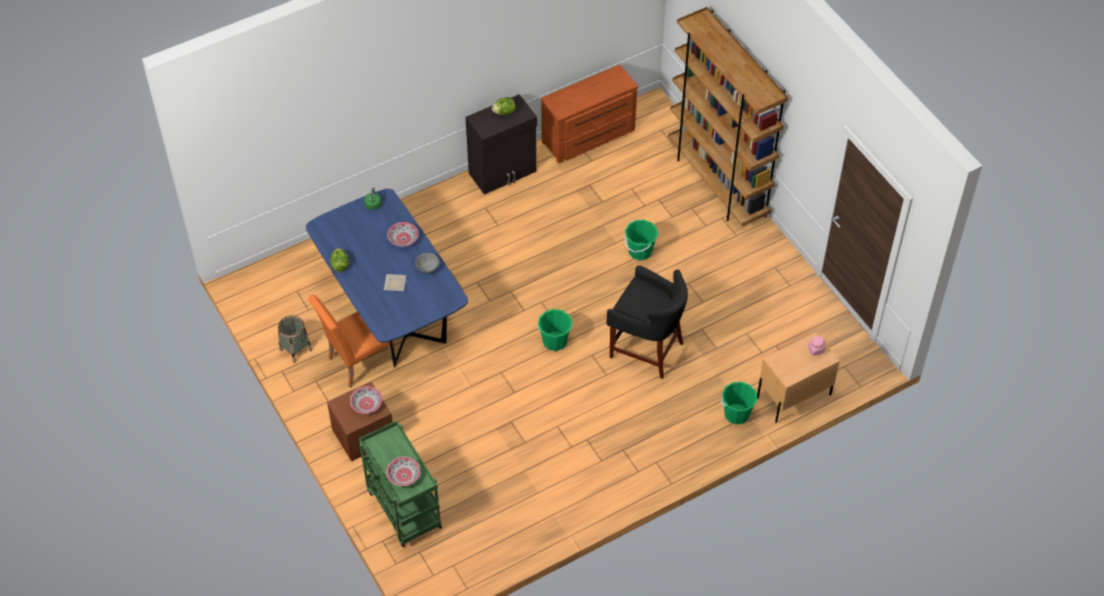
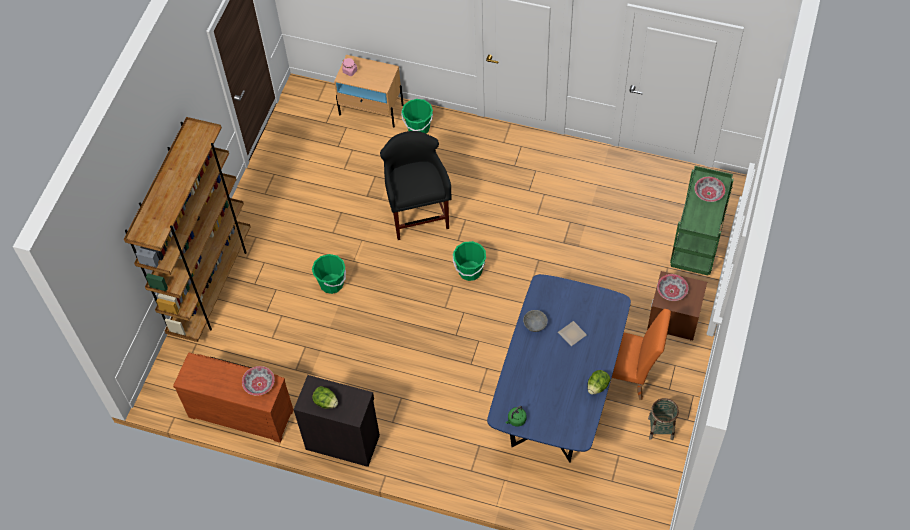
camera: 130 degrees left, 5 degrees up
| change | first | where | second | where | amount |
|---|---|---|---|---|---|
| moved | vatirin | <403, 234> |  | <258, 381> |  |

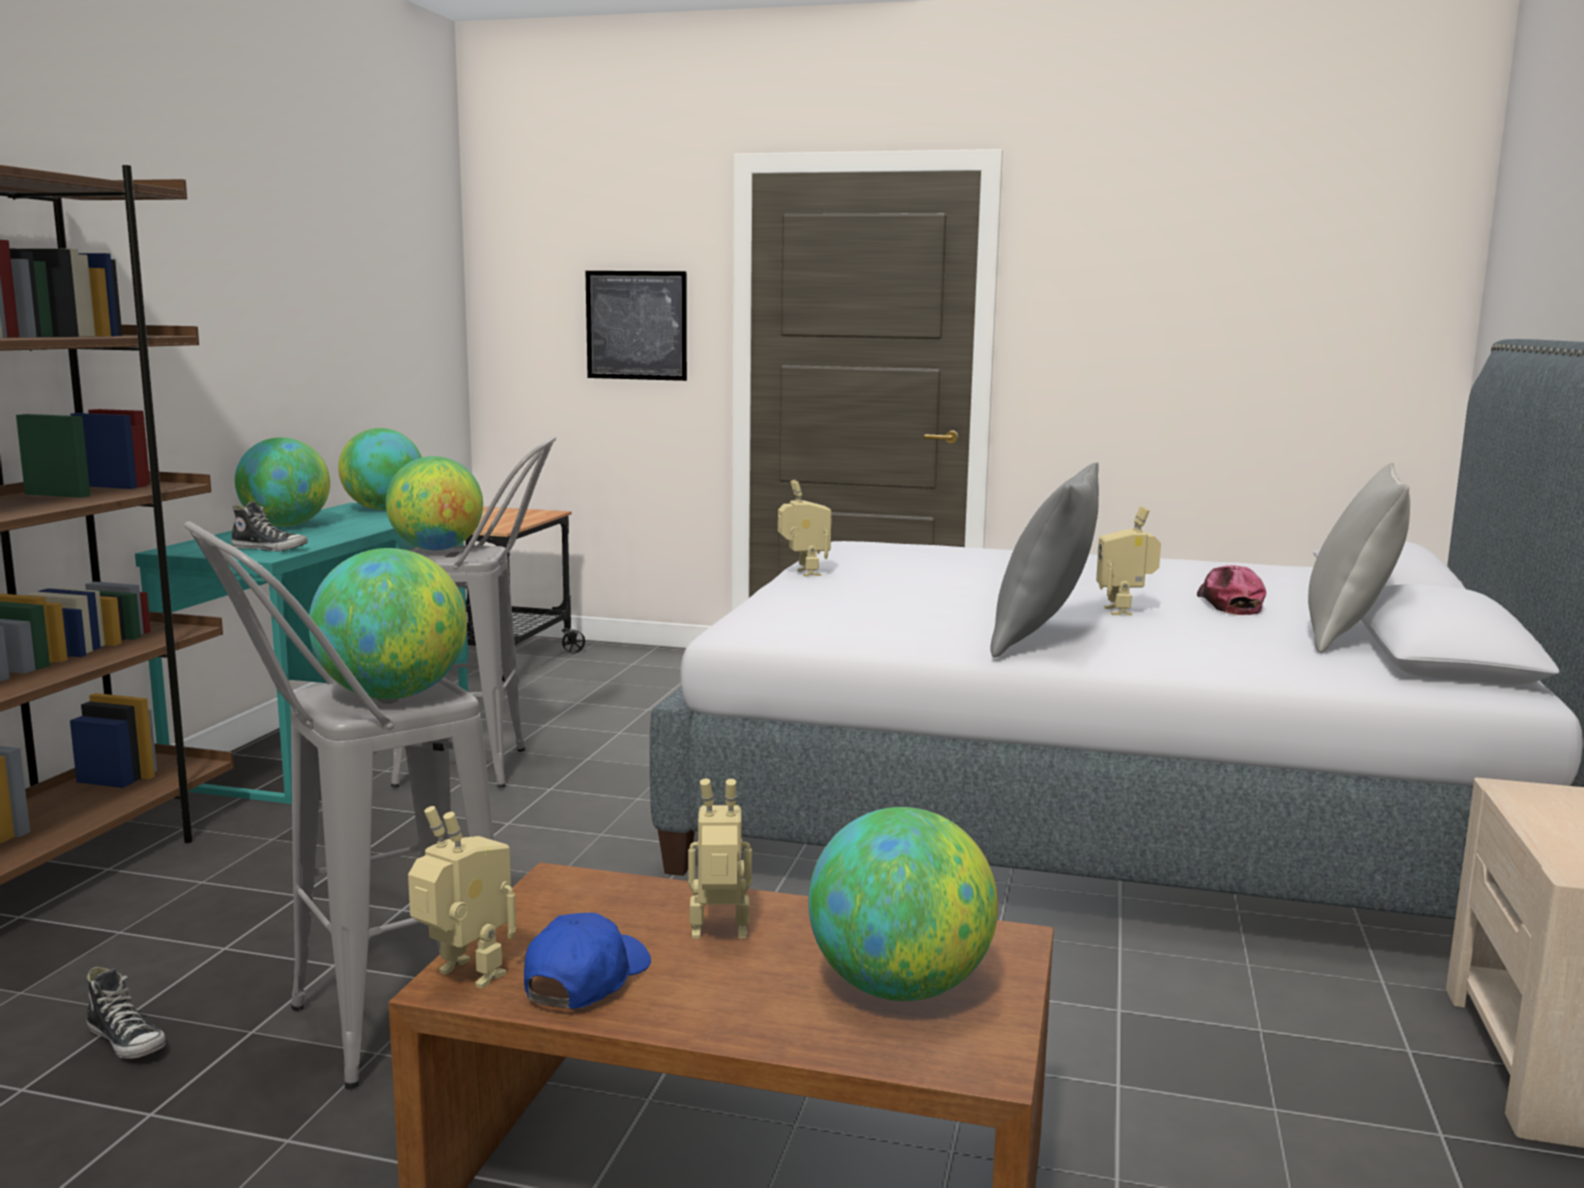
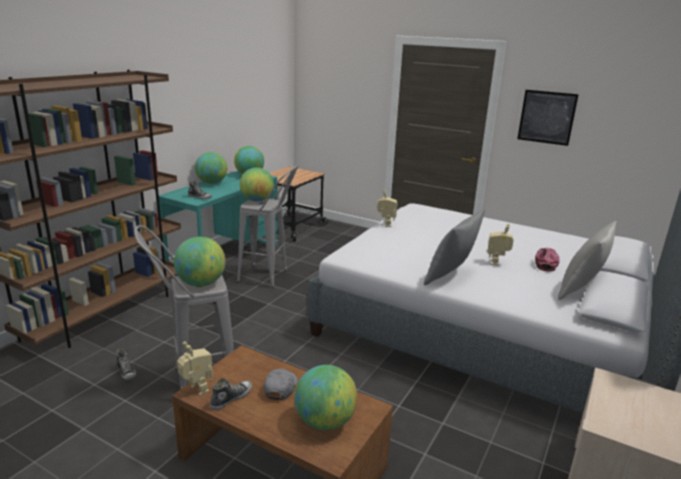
camera: 15 degrees right, 10 degrees up
| change | first | where | second | where | amount |
|---|---|---|---|---|---|
| replaced | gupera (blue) | <587, 961> | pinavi | <231, 394> |  |
| moved | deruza | <636, 326> |  | <548, 118> |  |
| replaced | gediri | <720, 859> | gupera (grey) | <281, 384> |  |

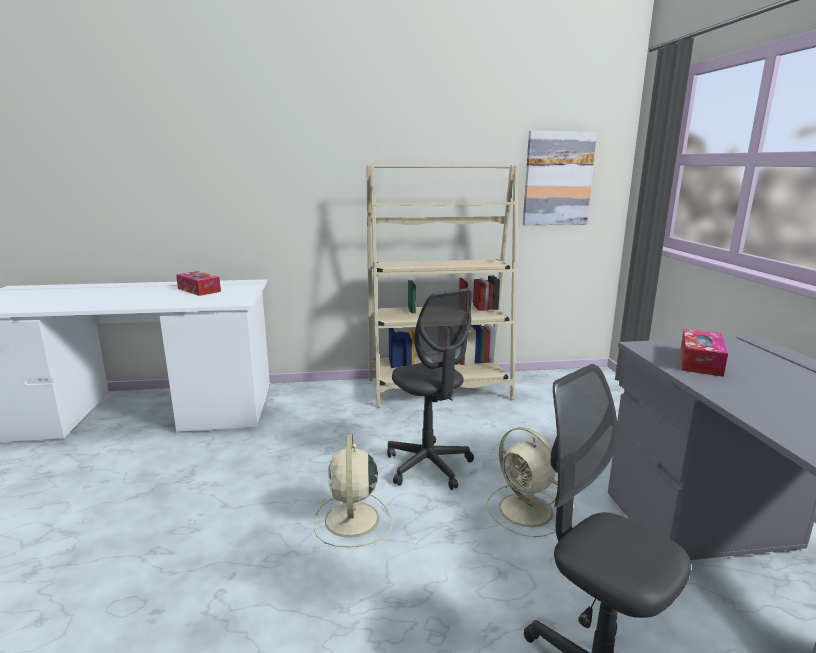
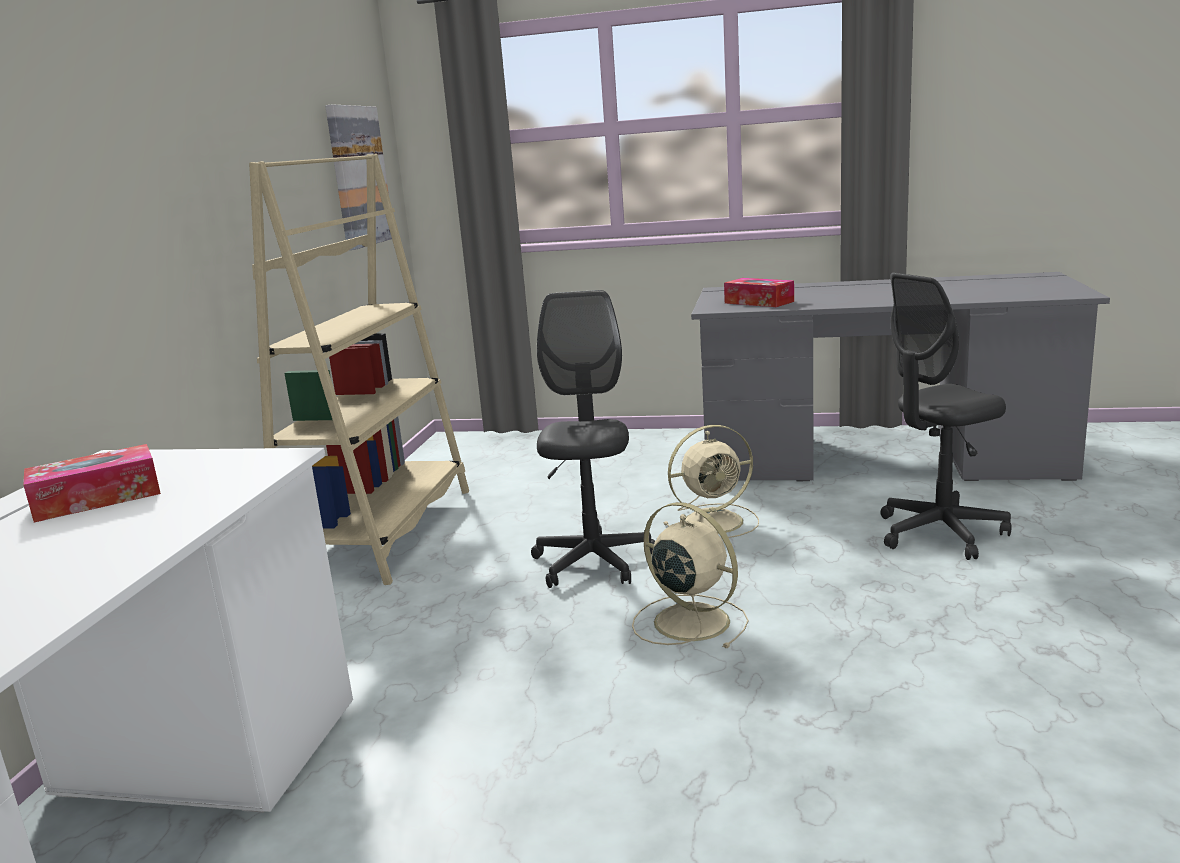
camera: 70 degrees left, 0 degrees up
| change | first | where | second | where | amount |
|---|---|---|---|---|---|
| turned | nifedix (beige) | <352, 490> |  | <690, 575> | 150 degrees counterclockwise |
| turned | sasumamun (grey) | <430, 389> |  | <593, 439> | 75 degrees counterclockwise |

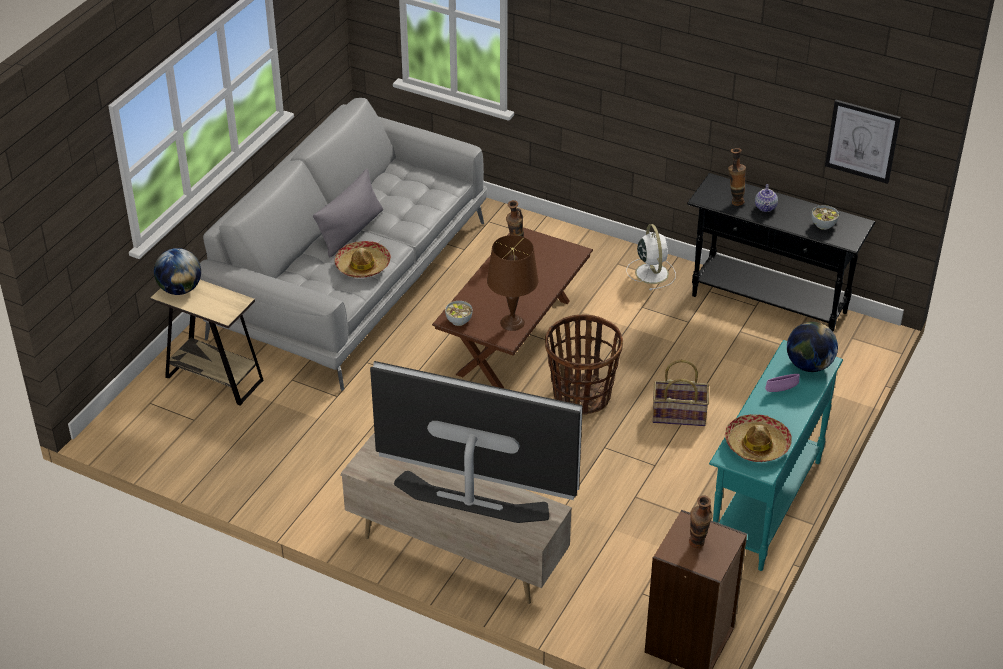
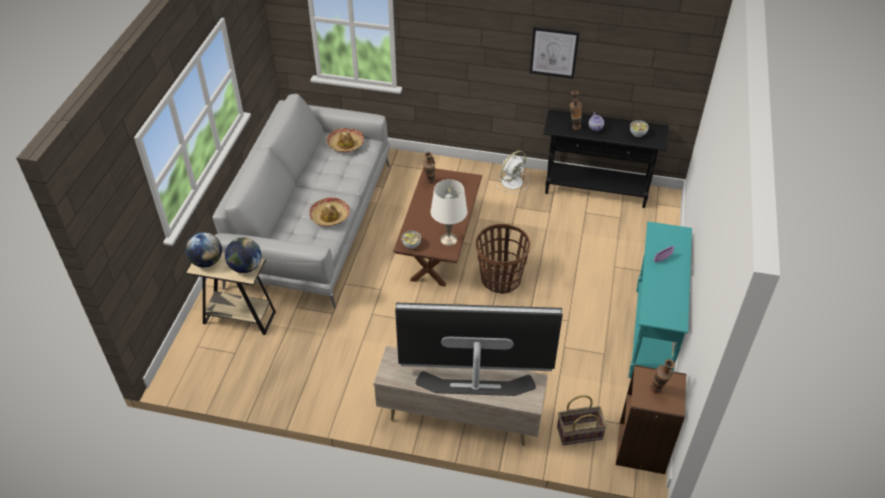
camera: 15 degrees left, 5 degrees up
| change | first | where | second | where | amount |
|---|---|---|---|---|---|
| removed | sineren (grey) | <348, 213> |  |  |  |
| recoloured | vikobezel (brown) | <512, 283> | vikobezel (white) | <449, 212> |  |
| turned | nifedix (white) | <651, 257> |  | <512, 172> | 75 degrees clockwise |
| moved | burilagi | <680, 393> |  | <582, 420> |  |
| moved | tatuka | <758, 438> |  | <345, 140> |  |
| moved | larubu | <812, 347> |  | <243, 255> |  |
| moved | deruza | <863, 142> |  | <555, 53> |  |

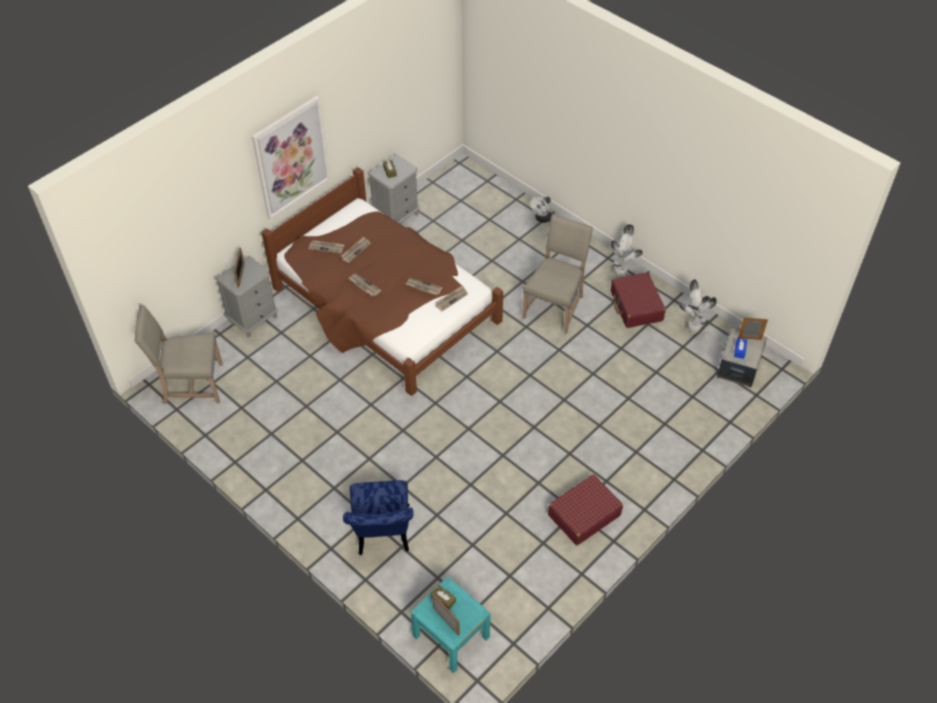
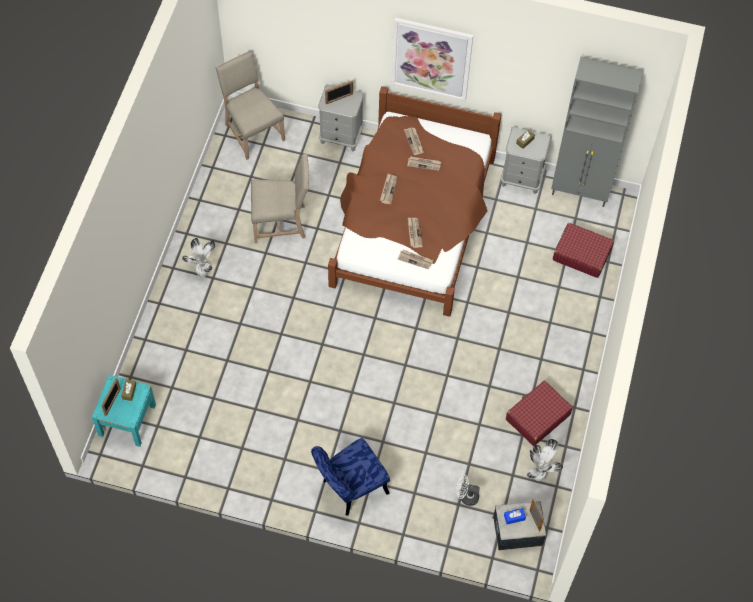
camera: 60 degrees right, 10 degrees up
| change | first | where | second | where | amount |
|---|---|---|---|---|---|
| moved | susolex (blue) | <378, 517> |  | <350, 477> |  |
| moved | susolex (beige) | <557, 274> |  | <280, 198> |  |
| moved | nifedix (white) | <541, 209> |  | <468, 490> |  |
| moved | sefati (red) | <585, 510> |  | <583, 250> |  |
| moved | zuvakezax | <627, 251> |  | <198, 257> |  |
| added |  |  | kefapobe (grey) | <597, 131> |  |

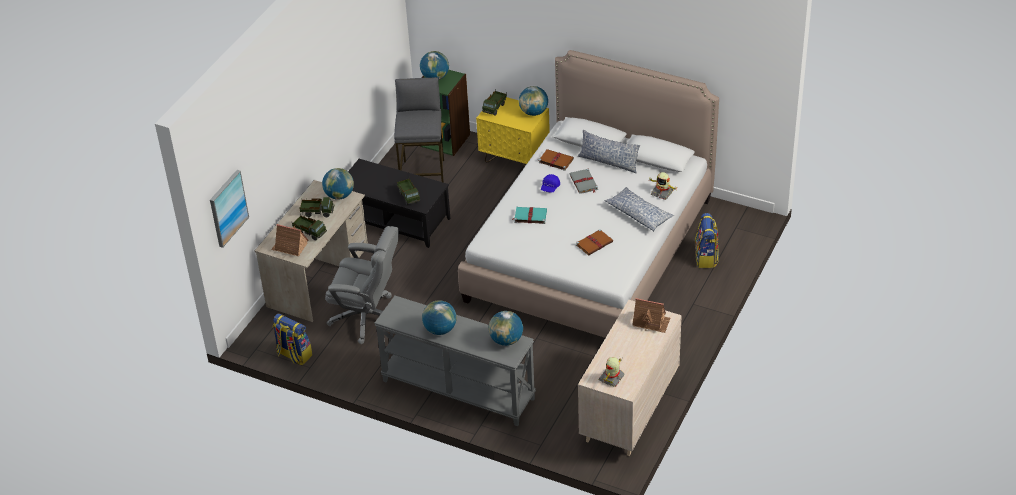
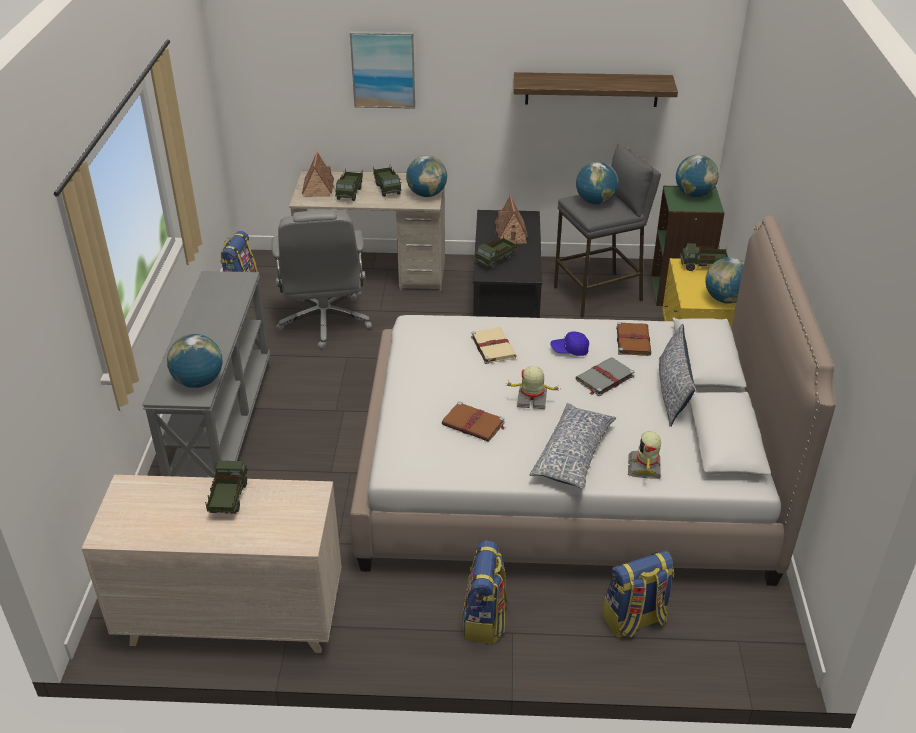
camera: 65 degrees right, 5 degrees down
| change | first | where | second | where | amount |
|---|---|---|---|---|---|
| moved | deruza | <229, 209> |  | <382, 70> |  |
| moved | larubu | <439, 317> |  | <597, 183> |  |
| recoloured | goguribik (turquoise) | <529, 215> | goguribik (beige) | <494, 345> |  |
| moved | gediri | <611, 372> |  | <532, 387> |  |
| moved | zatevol | <651, 315> |  | <511, 219> |  |
| added |  |  | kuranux | <226, 487> |  |
| added |  |  | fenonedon | <485, 592> |  |
| added |  |  | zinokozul | <596, 89> |  |

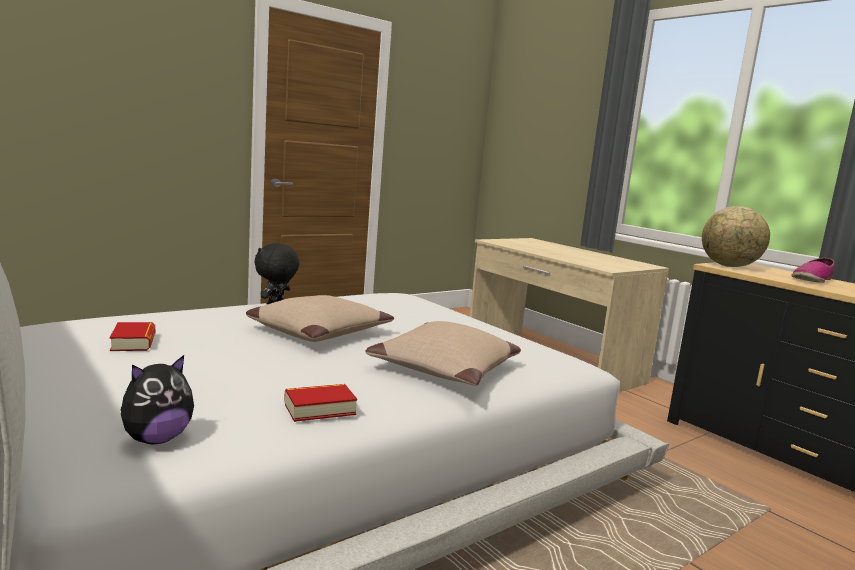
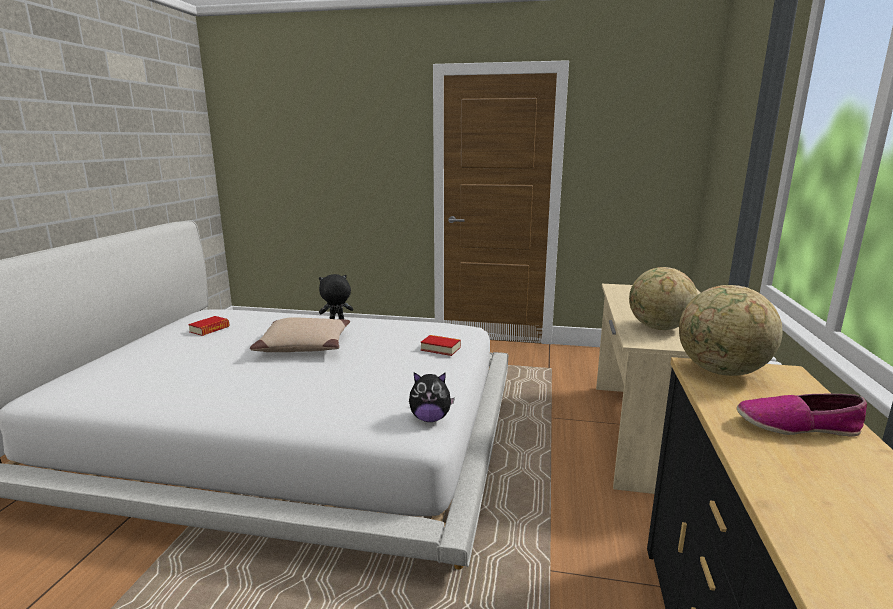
camera: 50 degrees right, 5 degrees up
| change | first | where | second | where | amount |
|---|---|---|---|---|---|
| moved | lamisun | <157, 399> |  | <432, 397> |  |
| moved | goguribik | <320, 403> |  | <440, 345> |  |
| removed | sineren (beige) | <443, 353> |  |  |  |
| added |  |  | larubu | <663, 298> |  |

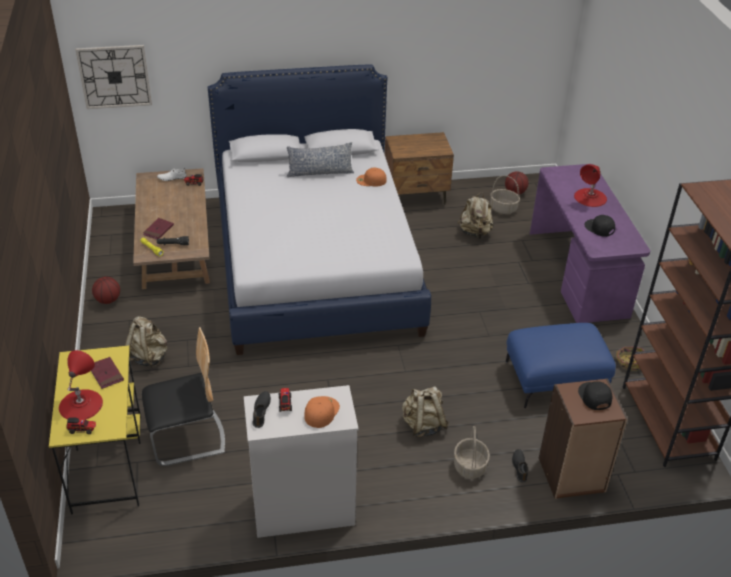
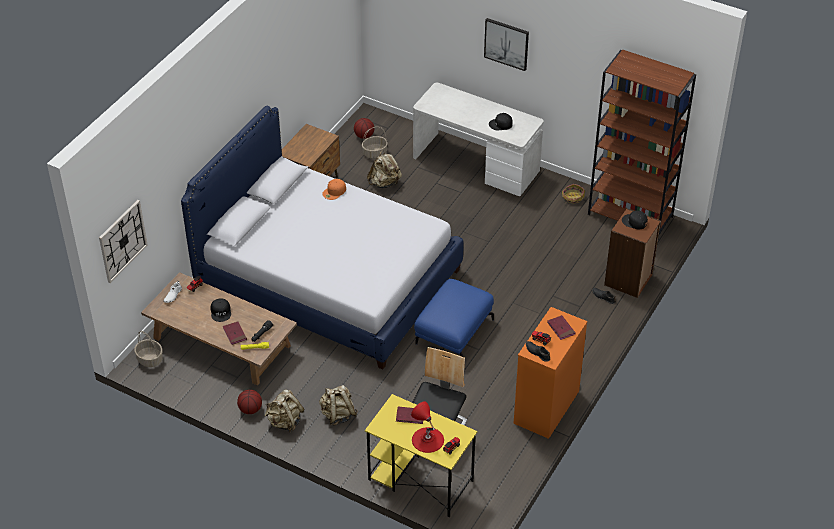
camera: 50 degrees left, 5 degrees up
| change | first | where | second | where | amount |
|---|---|---|---|---|---|
| recoloured | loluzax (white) | <301, 461> | loluzax (orange) | <550, 373> |  |
| removed | sineren | <320, 159> |  |  |  |
| replaced | gupera (orange) | <322, 412> | goguribik (red) | <561, 327> |  |
| moved | fenonedon (beige) | <425, 412> |  | <284, 411> |  |
| moved | burilagi | <472, 452> |  | <148, 349> |  |
| moved | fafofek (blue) | <561, 365> |  | <454, 318> |  |
| recoloured | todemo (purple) | <590, 243> | todemo (white) | <478, 139> |  |
| removed | vikobezel (red) | <590, 185> |  |  |  |
| added |  |  | gupera (black) | <220, 310> |  |
| added |  |  | deruza | <506, 44> |  |

